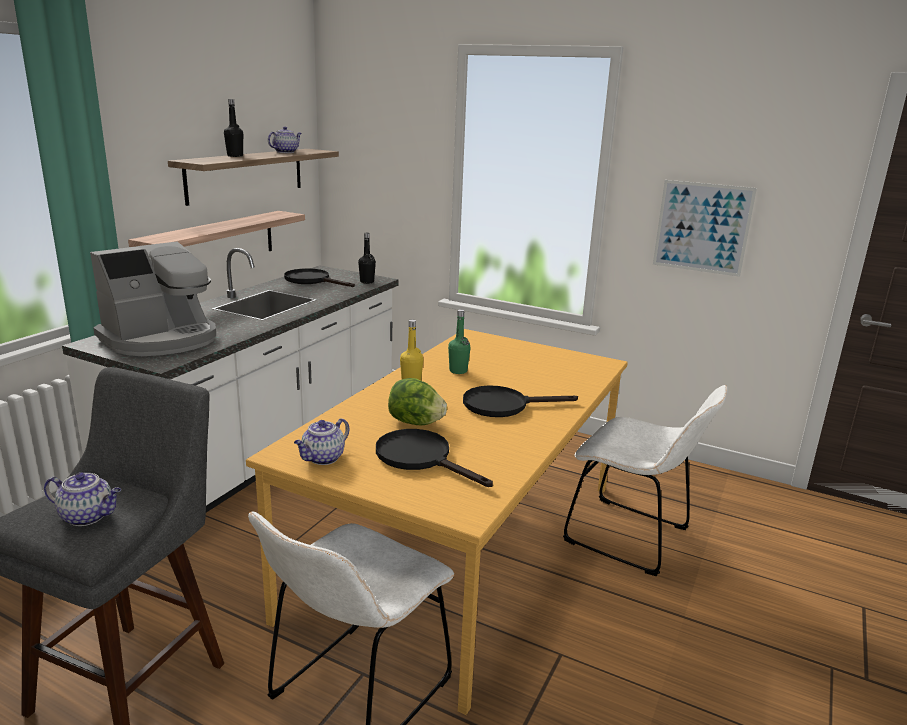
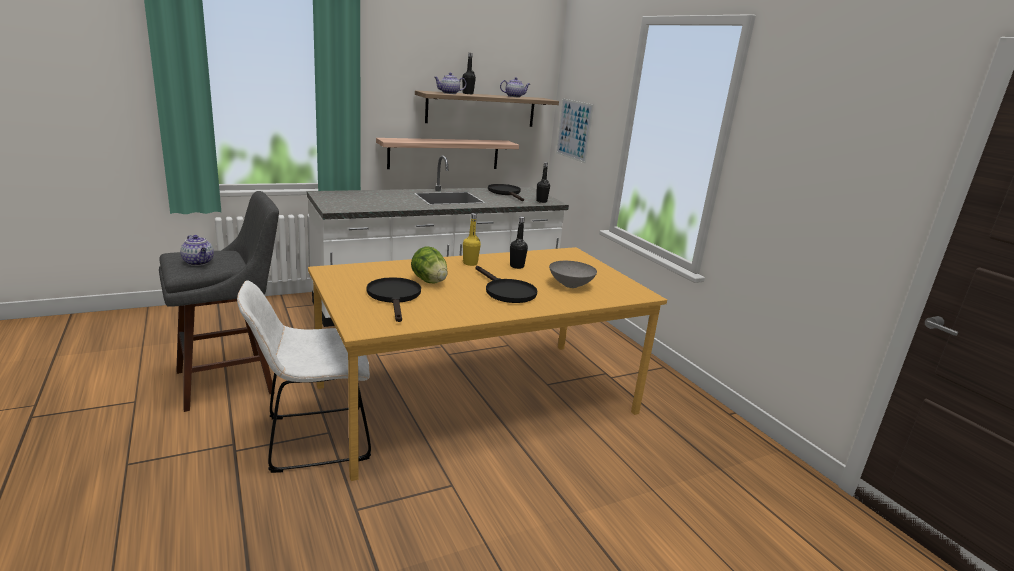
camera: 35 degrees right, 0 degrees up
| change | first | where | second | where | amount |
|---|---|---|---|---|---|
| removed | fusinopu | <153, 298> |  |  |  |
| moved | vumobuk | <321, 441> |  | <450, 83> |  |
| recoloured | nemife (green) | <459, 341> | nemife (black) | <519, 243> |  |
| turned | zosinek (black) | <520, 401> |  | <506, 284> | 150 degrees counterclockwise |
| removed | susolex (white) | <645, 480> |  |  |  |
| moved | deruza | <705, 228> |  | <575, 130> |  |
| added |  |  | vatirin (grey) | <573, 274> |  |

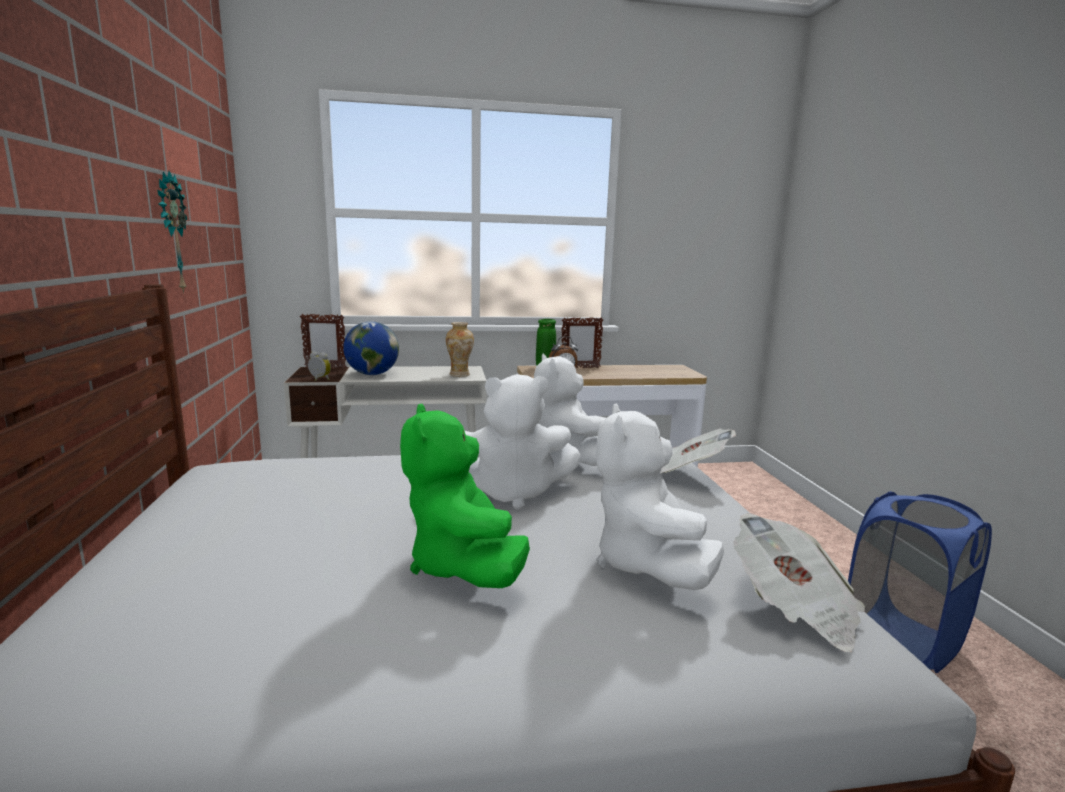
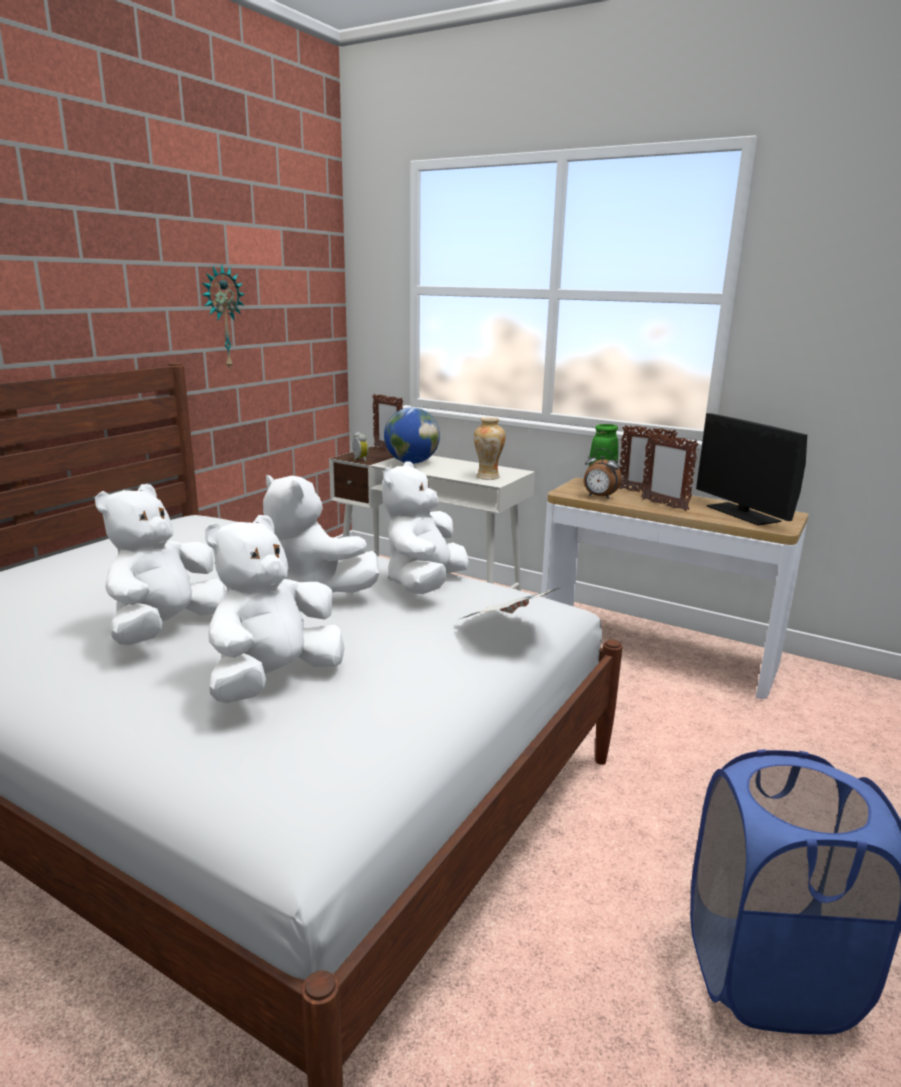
camera: 40 degrees right, 5 degrees up
| change | first | where | second | where | amount |
|---|---|---|---|---|---|
| recoloured | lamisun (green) | <465, 496> | lamisun (white) | <161, 564> |  |
| removed | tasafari | <799, 582> |  |  |  |
| added |  |  | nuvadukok | <669, 471> |  |
| added |  |  | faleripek | <751, 469> |  |

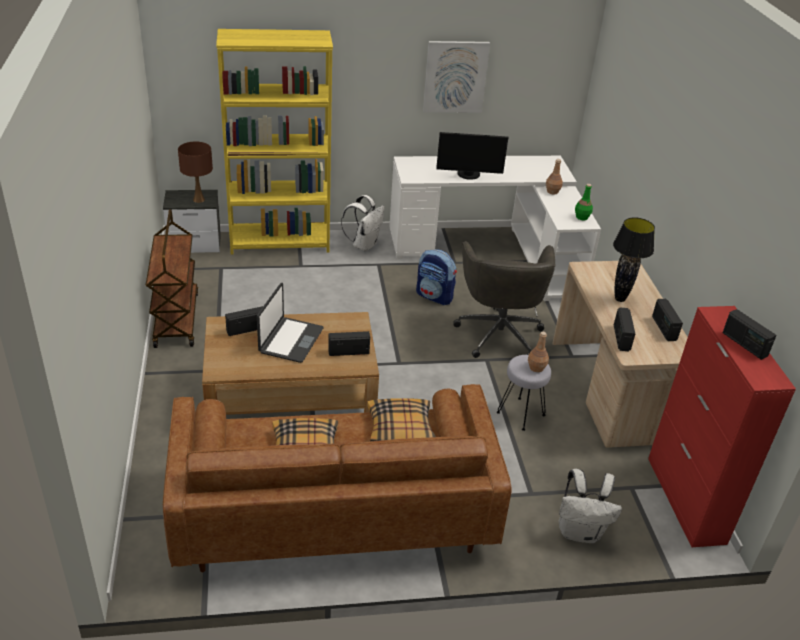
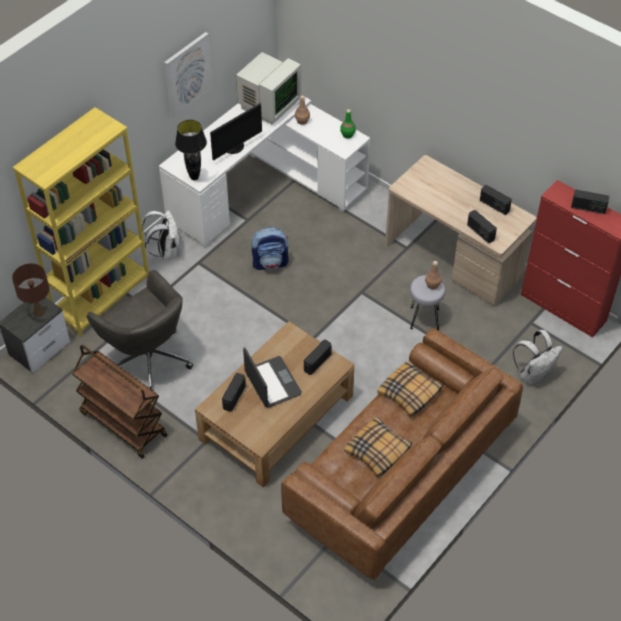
camera: 40 degrees left, 15 degrees up
| change | first | where | second | where | amount |
|---|---|---|---|---|---|
| moved | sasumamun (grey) | <505, 299> |  | <140, 330> |  |
| moved | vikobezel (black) | <634, 259> |  | <191, 150> |  |
| added |  |  | faleripek | <269, 88> |  |

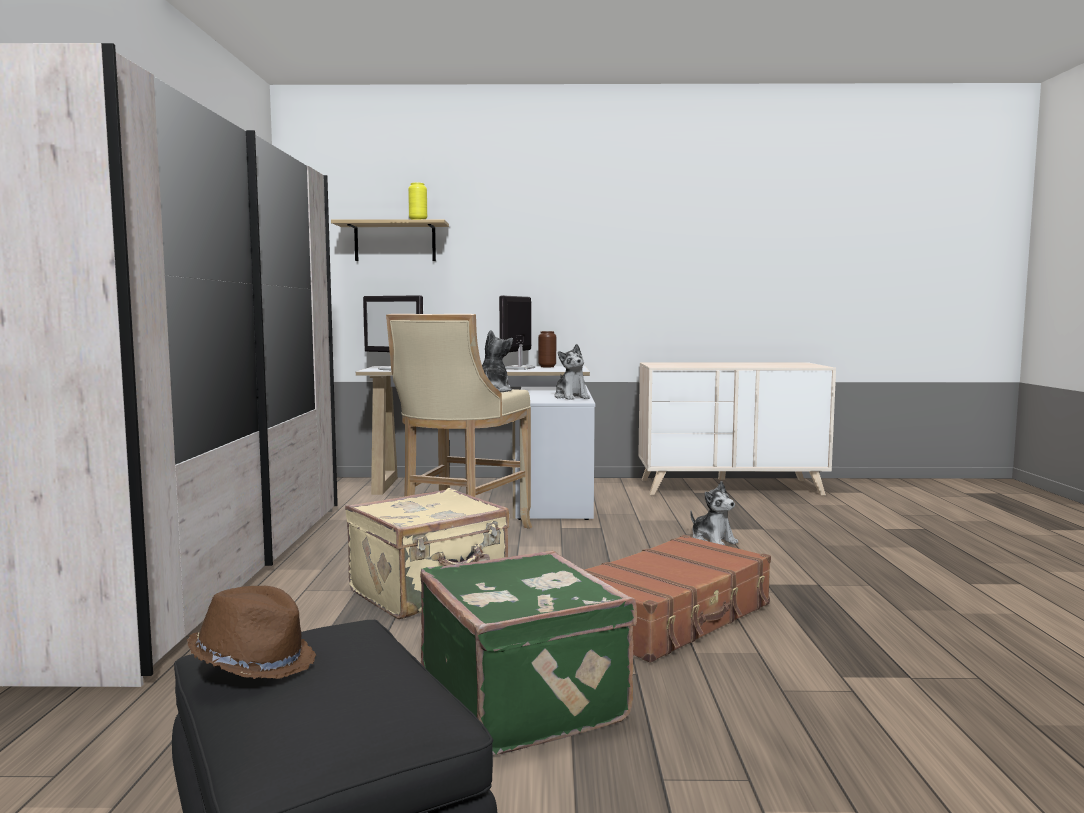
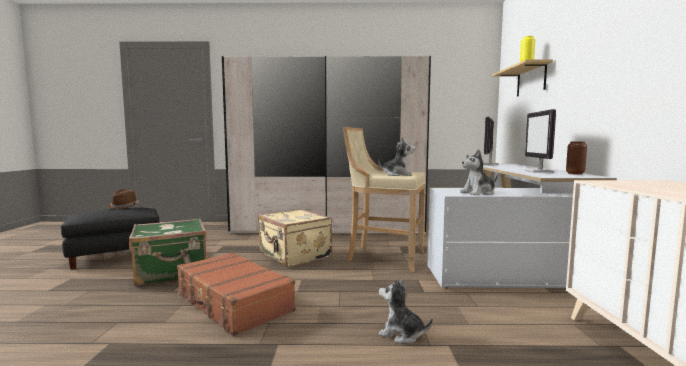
camera: 90 degrees right, 0 degrees up
| change | first | where | second | where | amount |
|---|---|---|---|---|---|
| turned | faleripek | <517, 332> |  | <540, 141> | 105 degrees counterclockwise |
| turned | lamisun | <714, 513> |  | <406, 311> | 60 degrees clockwise |

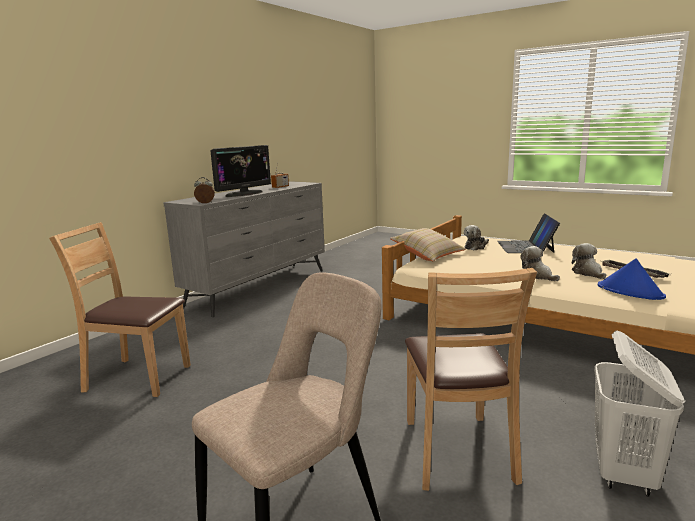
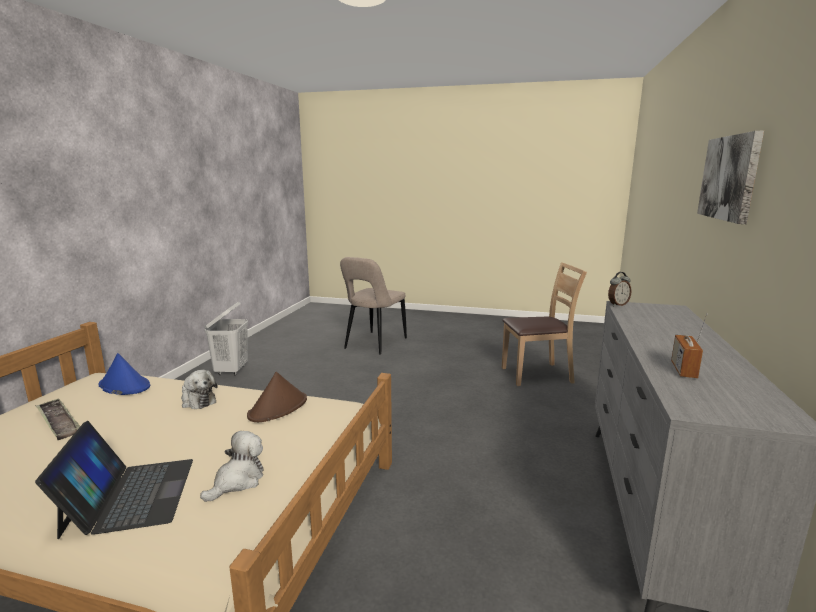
camera: 160 degrees right, 0 degrees up
| change | first | where | second | where | amount |
|---|---|---|---|---|---|
| removed | faleripek | <241, 171> |  |  |  |
| removed | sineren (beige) | <428, 244> |  |  |  |
| removed | susolex (brown) | <471, 379> |  |  |  |
| removed | lamisun | <589, 261> |  |  |  |
| added |  |  | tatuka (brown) | <277, 397> |  |
| added |  |  | deruza | <730, 177> |  |

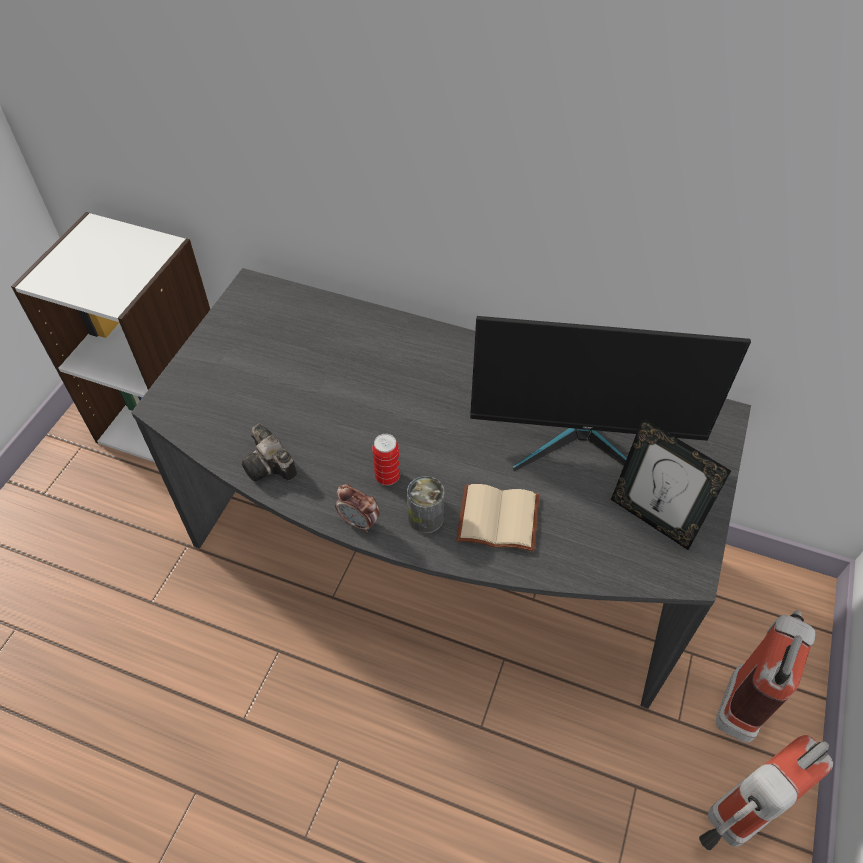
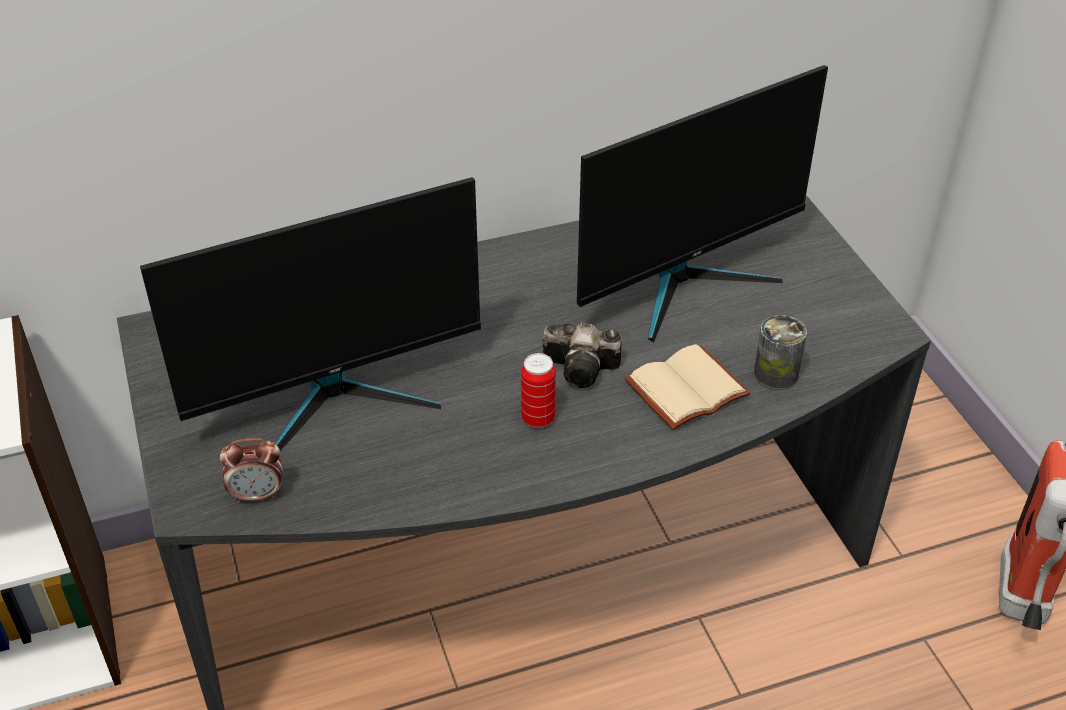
camera: 40 degrees left, 10 degrees down
| change | first | where | second | where | amount |
|---|---|---|---|---|---|
| moved | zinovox | <269, 452> |  | <582, 355> |  |
| moved | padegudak | <357, 508> |  | <251, 470> |  |
| moved | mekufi | <425, 504> |  | <780, 352> |  |
| removed | nuvadukok | <671, 484> |  |  |  |
| removed | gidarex | <765, 676> |  |  |  |
| added |  |  | faleripek | <310, 314> |  |

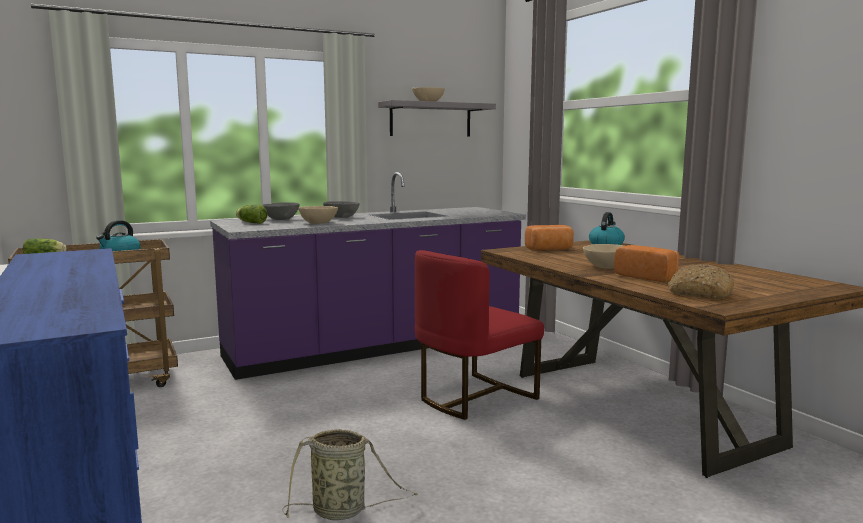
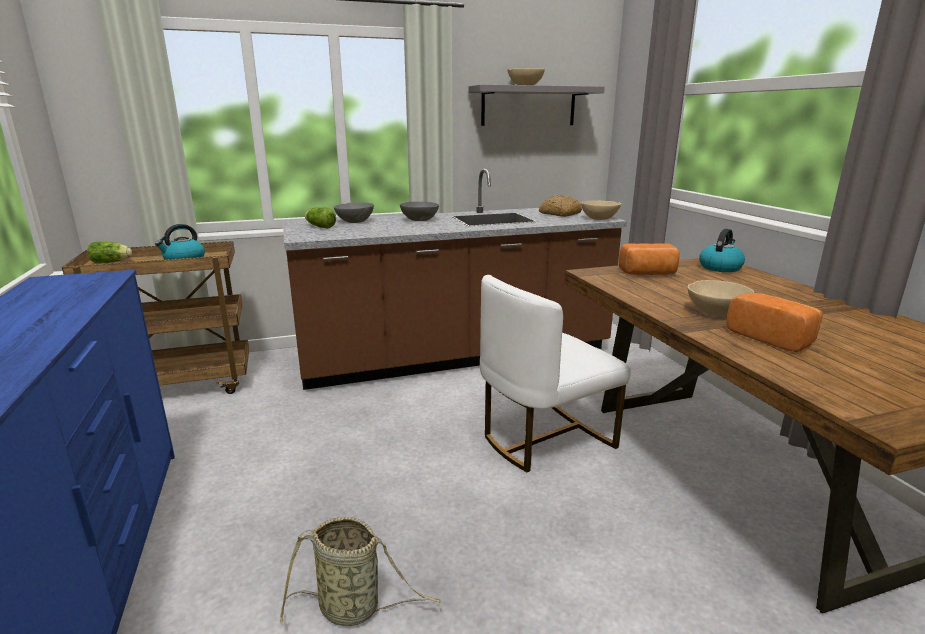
camera: 10 degrees right, 10 degrees up
| change | first | where | second | where | amount |
|---|---|---|---|---|---|
| recoloured | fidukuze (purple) | <368, 276> | fidukuze (brown) | <455, 279> |  |
| moved | vatirin (beige) | <318, 215> |  | <601, 210> |  |
| recoloured | susolex (red) | <479, 335> | susolex (white) | <555, 373> |  |
| moved | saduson | <701, 281> |  | <560, 206> |  |

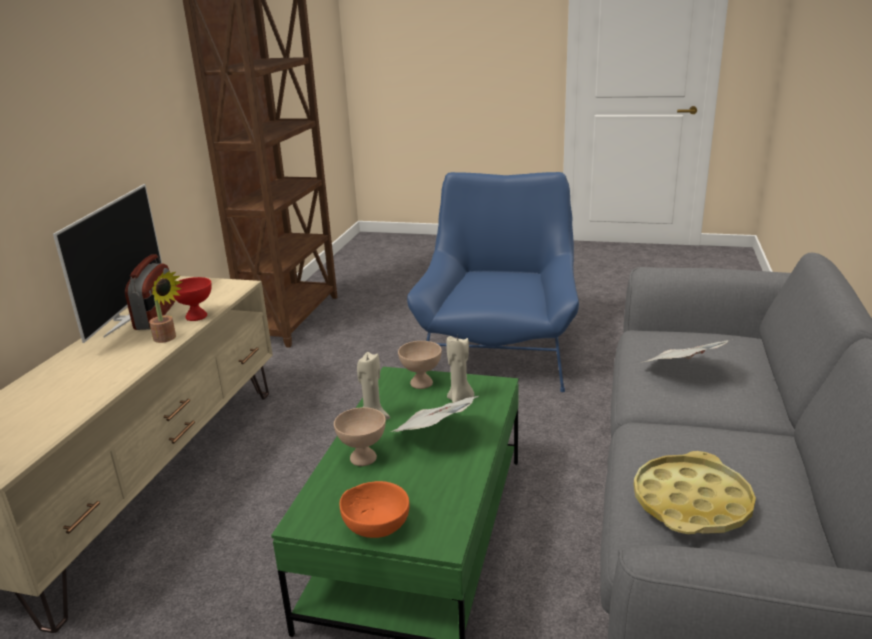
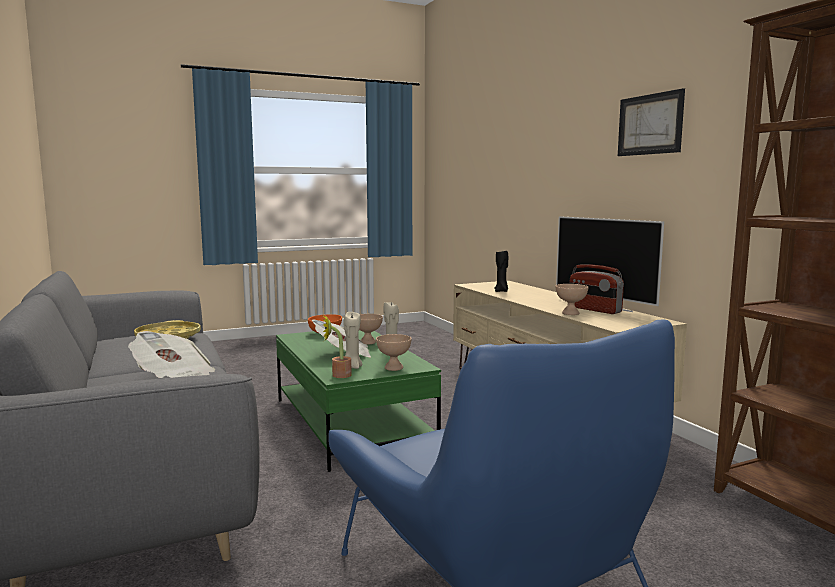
camera: 140 degrees right, 15 degrees down
| change | first | where | second | where | amount |
|---|---|---|---|---|---|
| moved | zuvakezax | <165, 306> |  | <337, 346> |  |
| recoloured | vatirin (red) | <192, 299> | vatirin (beige) | <572, 299> |  |
| added |  |  | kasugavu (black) | <501, 271> |  |
| added |  |  | deruza | <651, 122> |  |

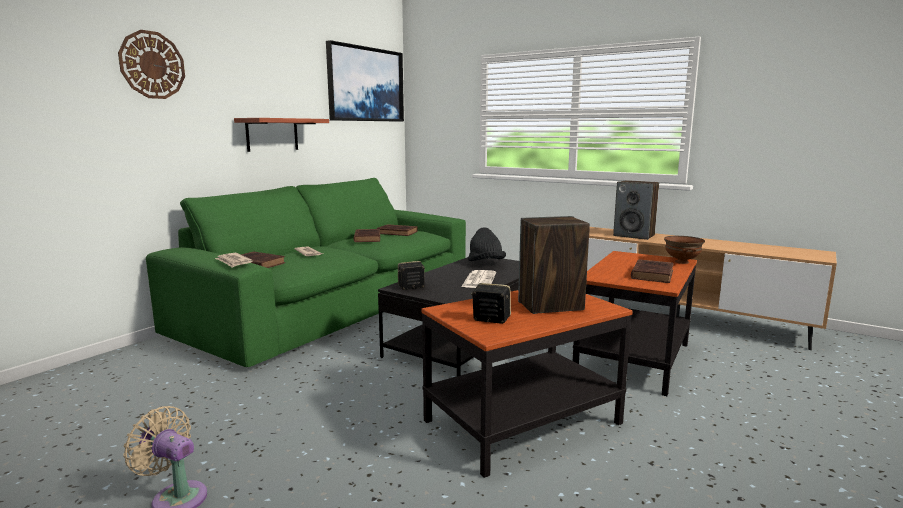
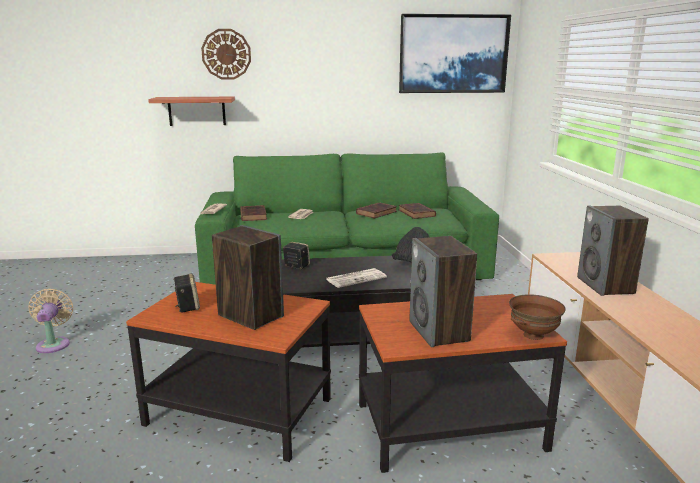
camera: 50 degrees right, 5 degrees up
| change | first | where | second | where | amount |
|---|---|---|---|---|---|
| moved | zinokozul | <281, 135> |  | <191, 111> |  |
| replaced | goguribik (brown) | <652, 271> | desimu | <443, 291> |  |

